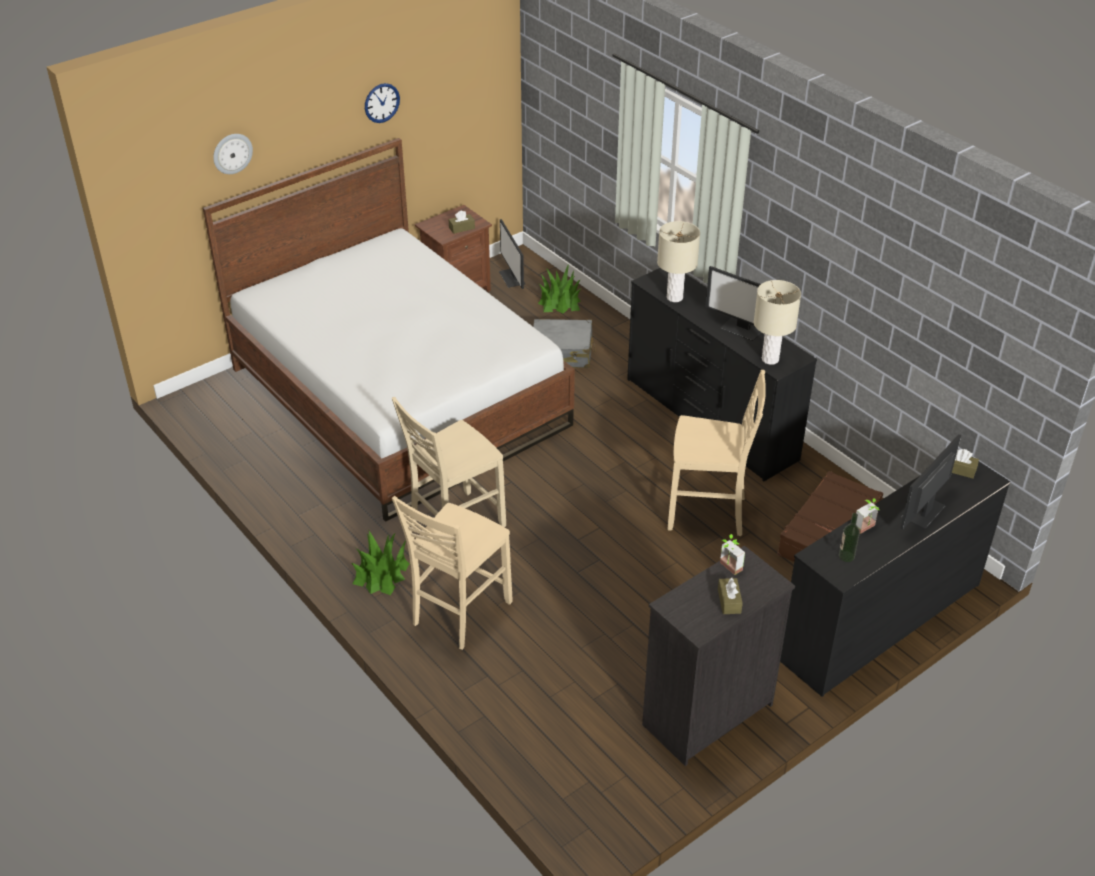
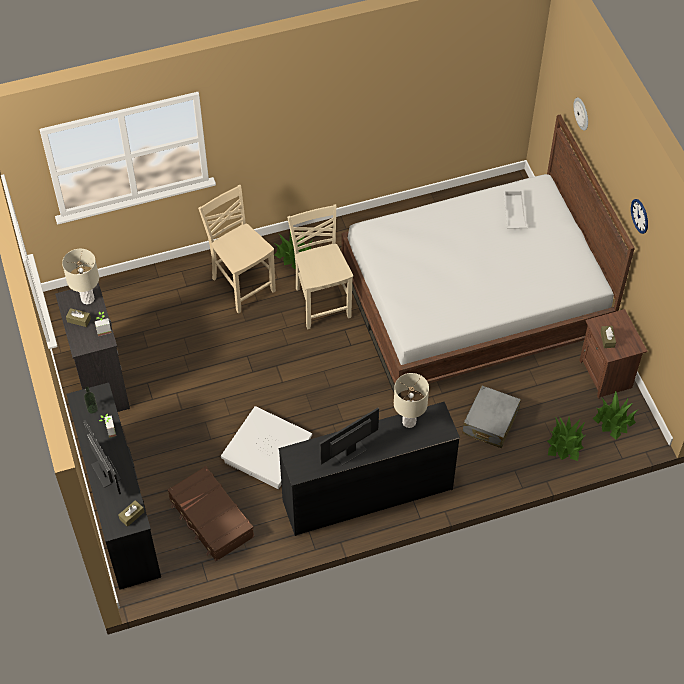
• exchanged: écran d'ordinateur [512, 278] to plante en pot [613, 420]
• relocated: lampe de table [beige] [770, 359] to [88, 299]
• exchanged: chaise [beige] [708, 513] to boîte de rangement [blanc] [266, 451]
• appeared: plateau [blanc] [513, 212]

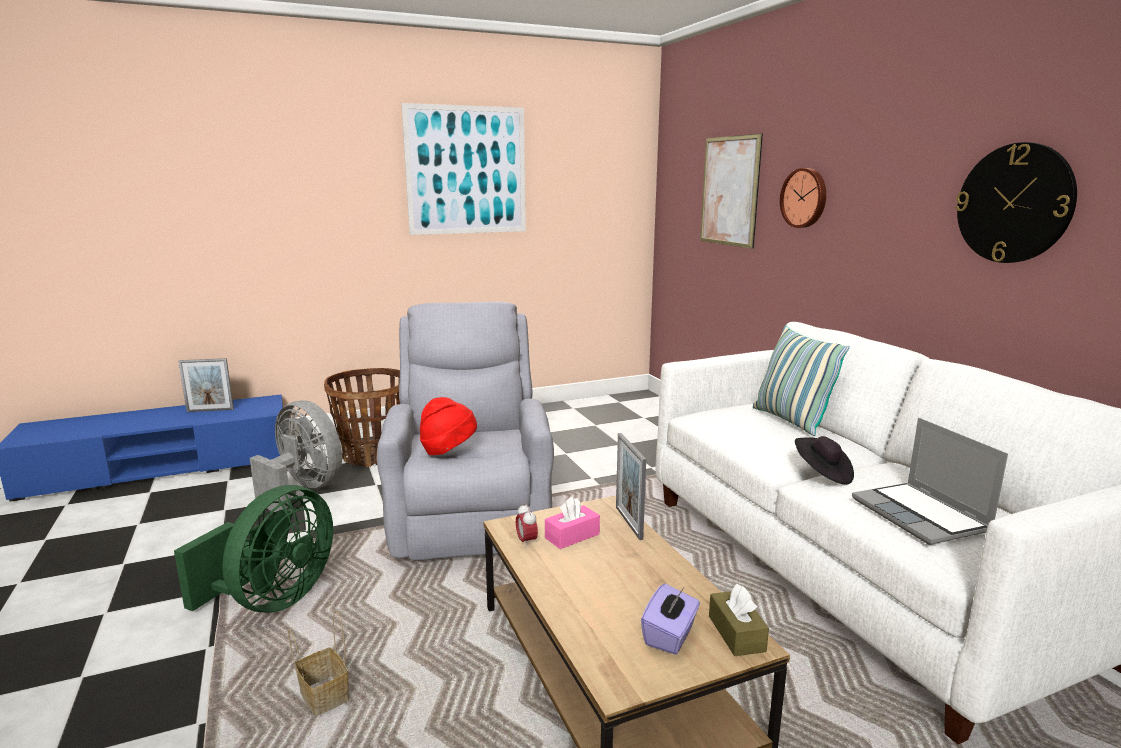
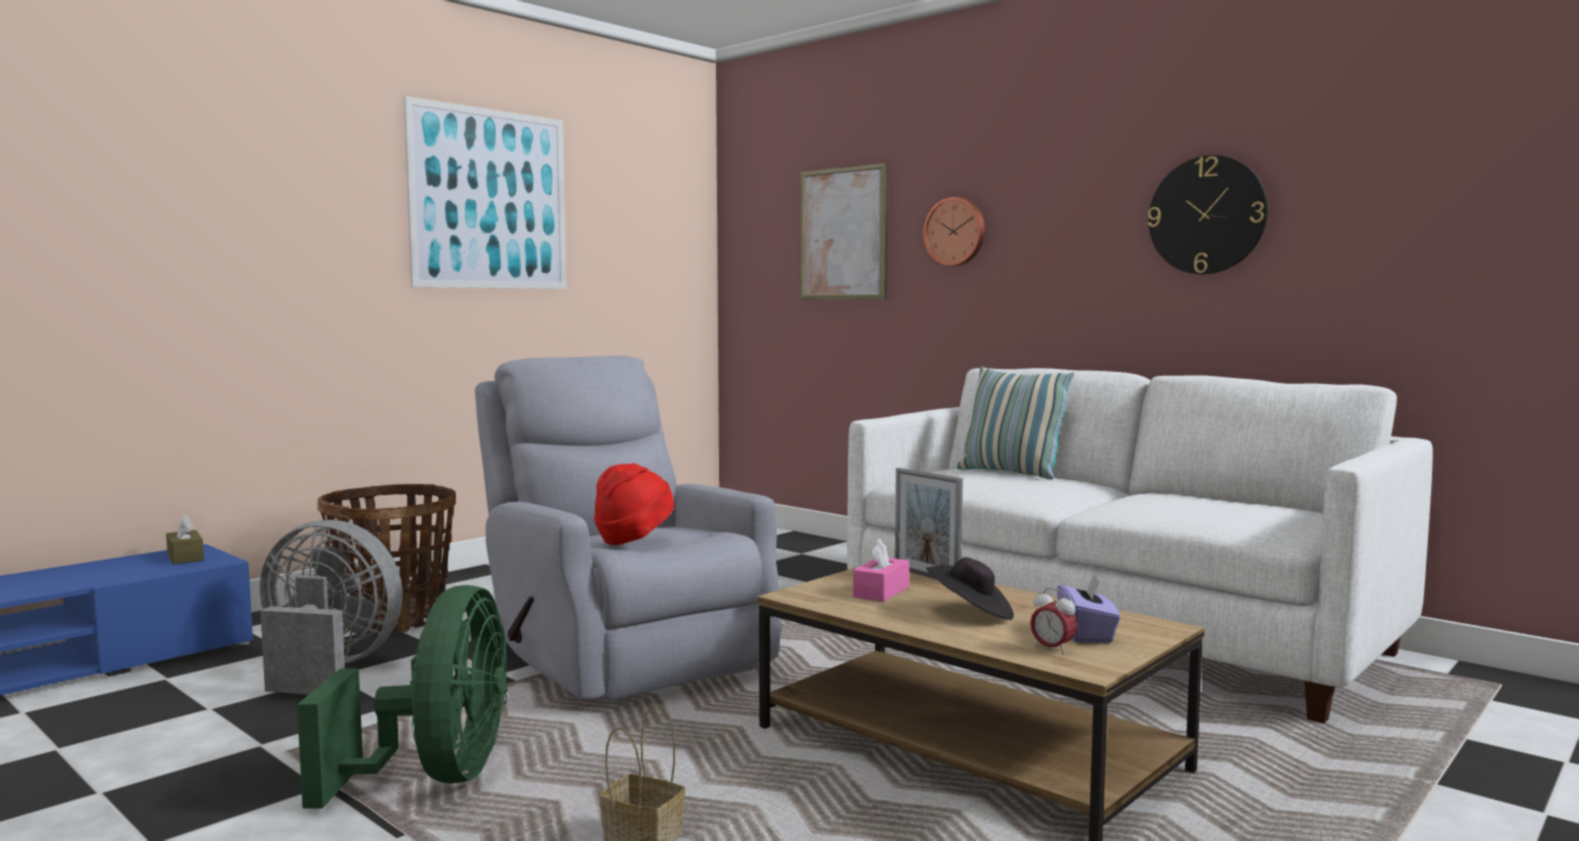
• missing: cadre photo [210, 410]
• missing: ordinateur portable [921, 516]
• relocated: chapeau [noir] [822, 474] to [971, 613]
• relocated: réveil [526, 542] to [1052, 649]
• relocated: boîte à mouchoirs [marron] [736, 633] to [185, 557]

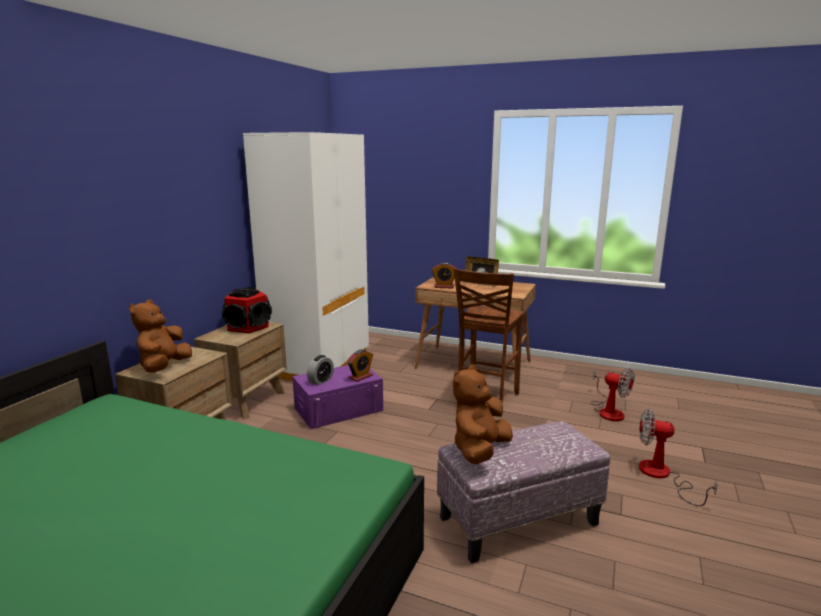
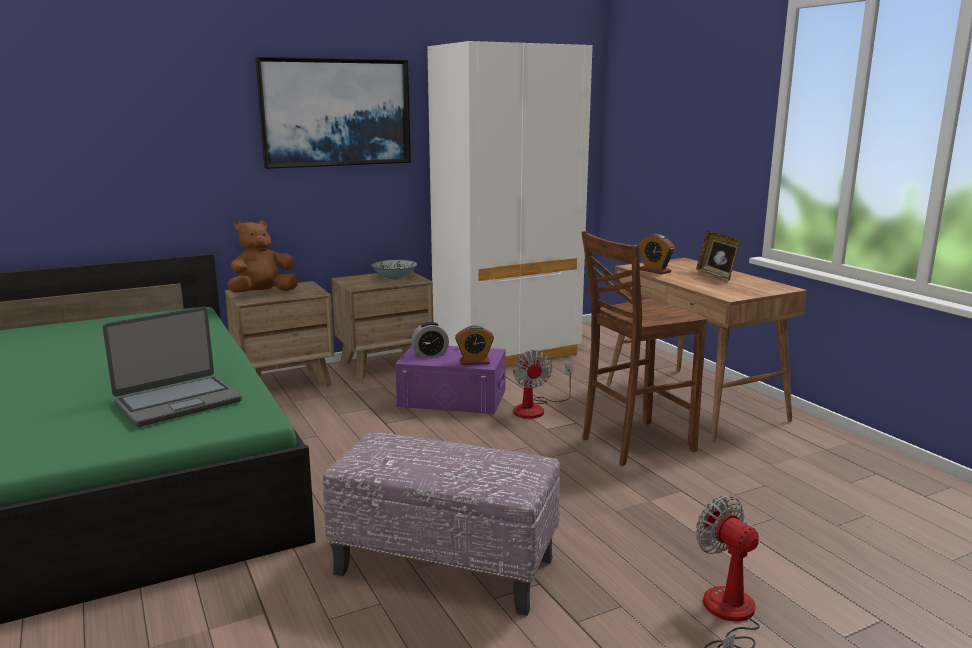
• exchanged: enceinte [248, 327] to bol [395, 278]
• missing: peluche [marron] [480, 450]
• relocated: ventilateur [608, 411] to [536, 408]
• appeared: tableau [336, 112]
• appeared: ordinateur portable [177, 402]

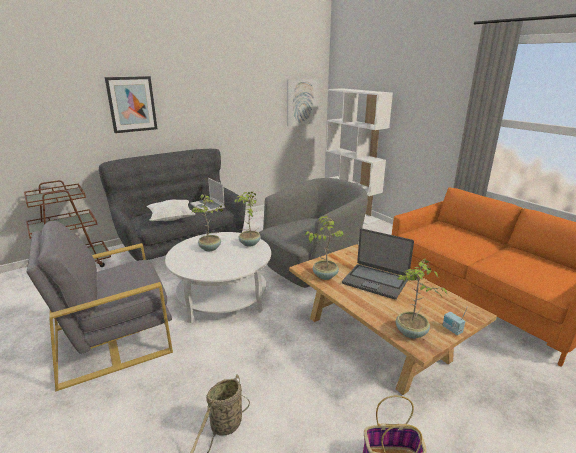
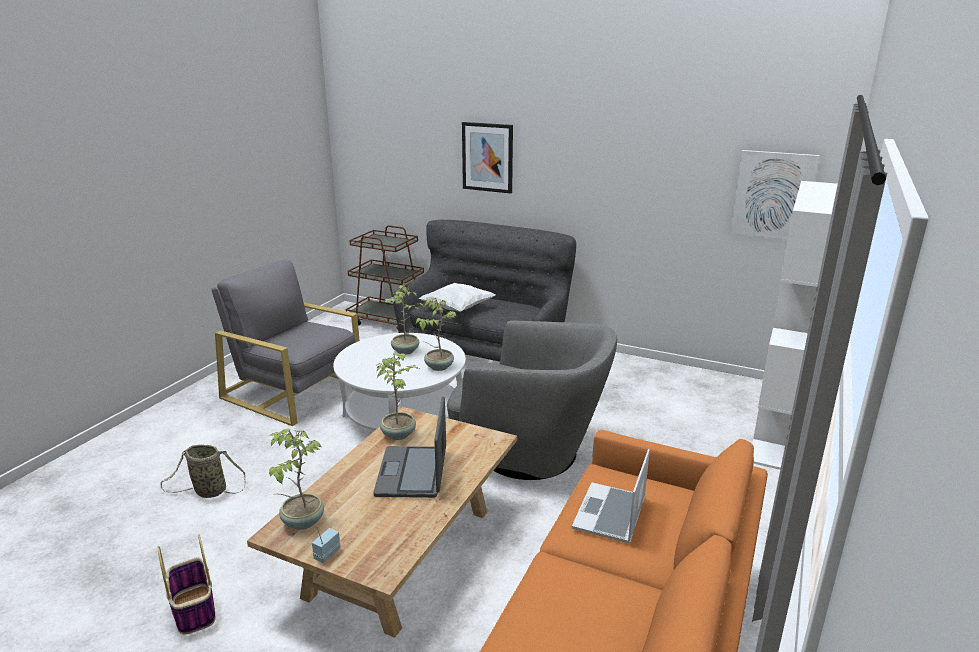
• relocated: ordinateur portable [208, 206] to [610, 515]

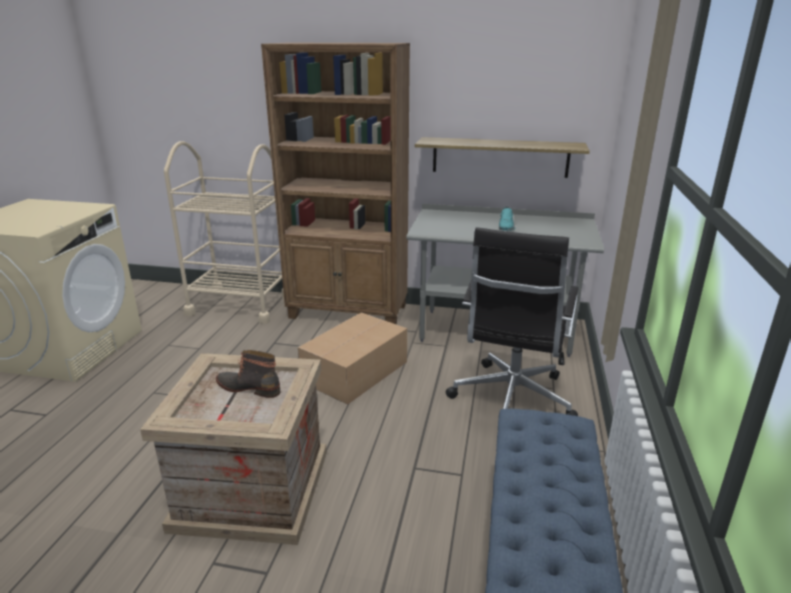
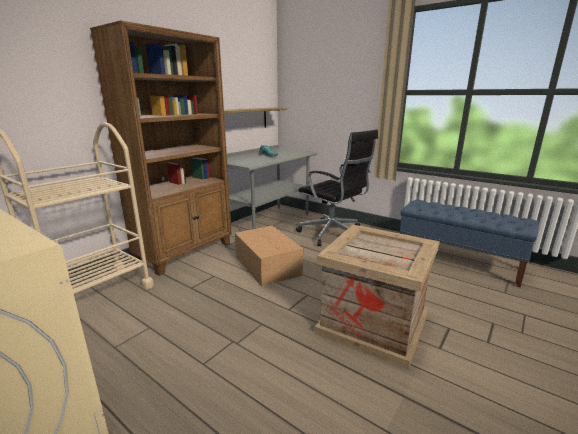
• missing: botte [249, 387]

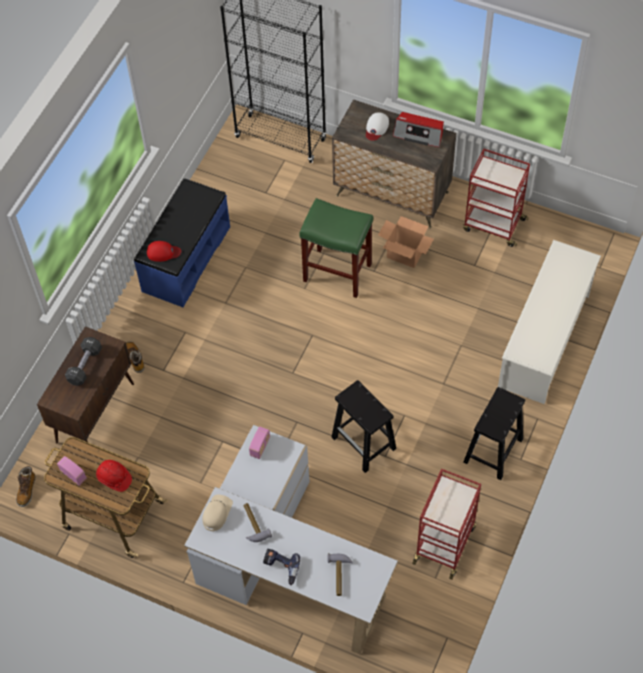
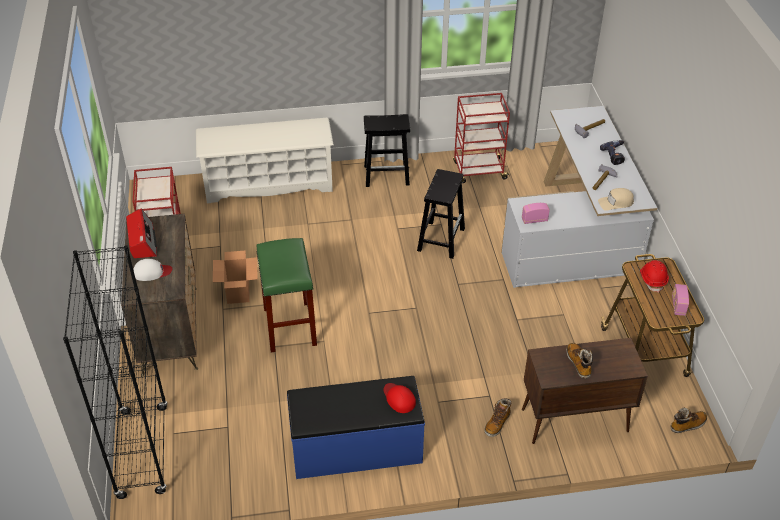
• exchanged: haltère [noir] [85, 365] to botte [578, 363]

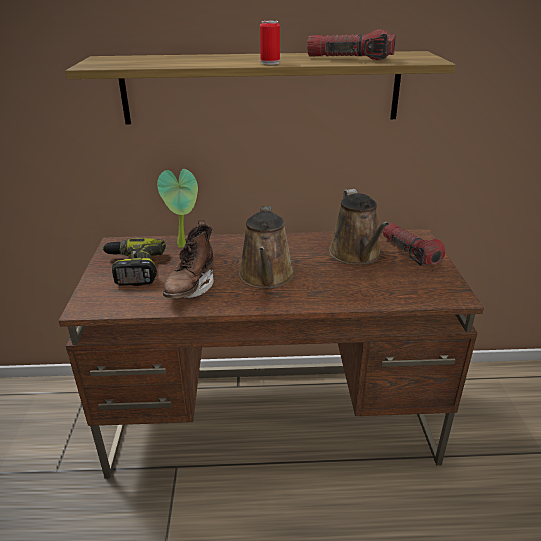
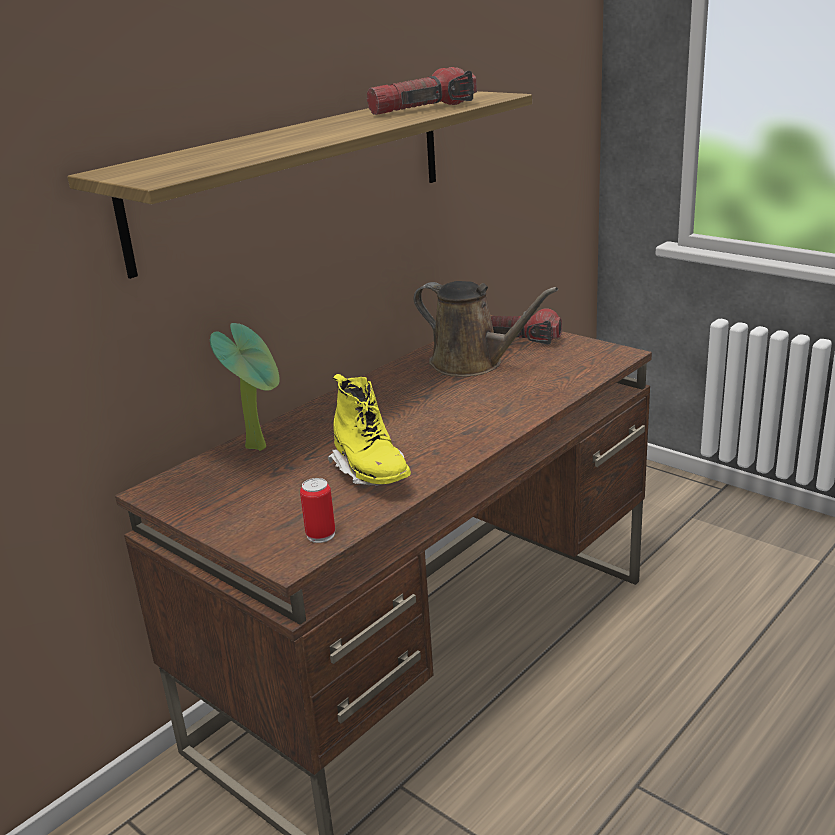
• relocated: boîte métallique [270, 63] to [320, 535]
• missing: arrosoir [marron] [266, 277]
• colour: botte [marron] [191, 287] to botte [jaune] [371, 473]
• missing: perceuse [132, 269]

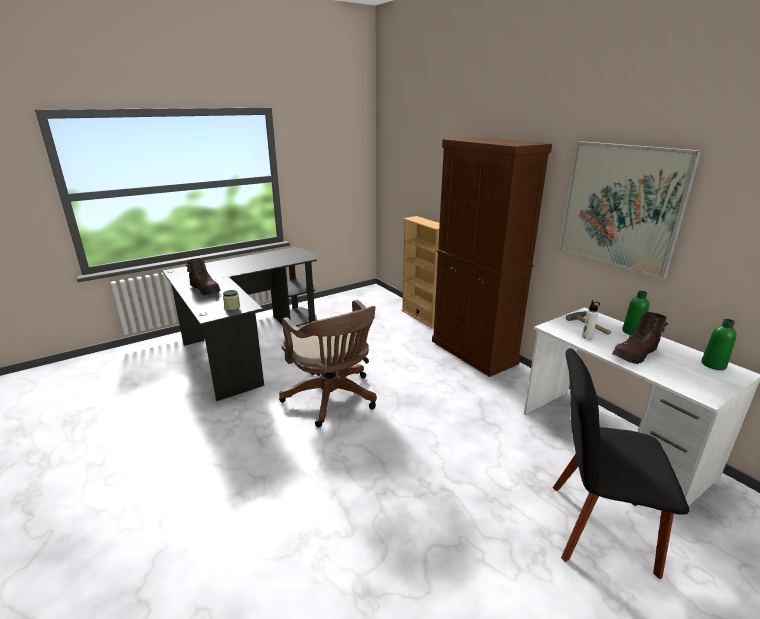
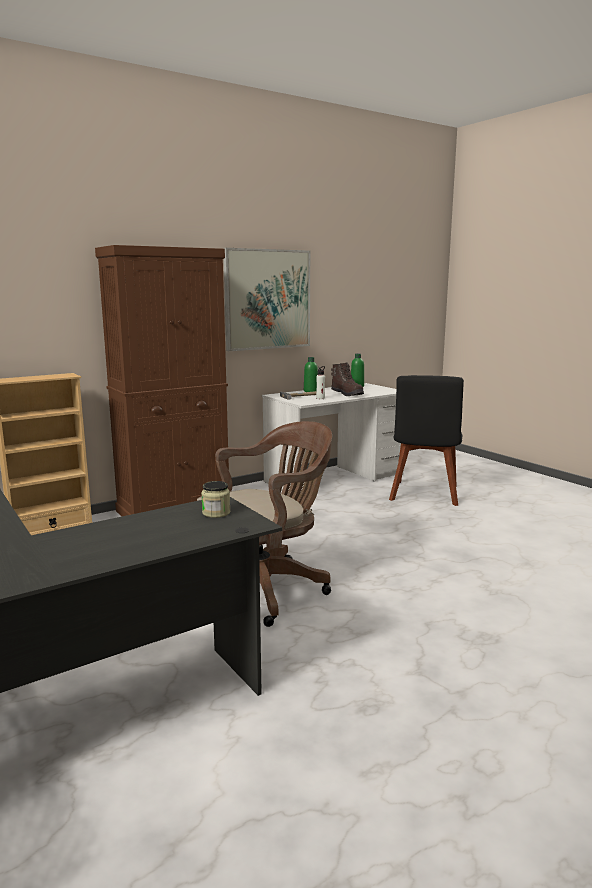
• missing: botte [marron] [205, 290]

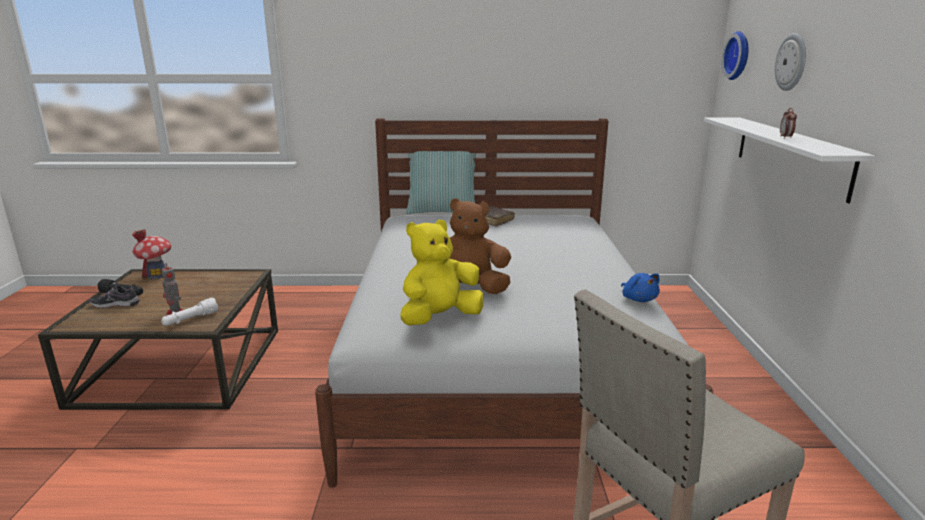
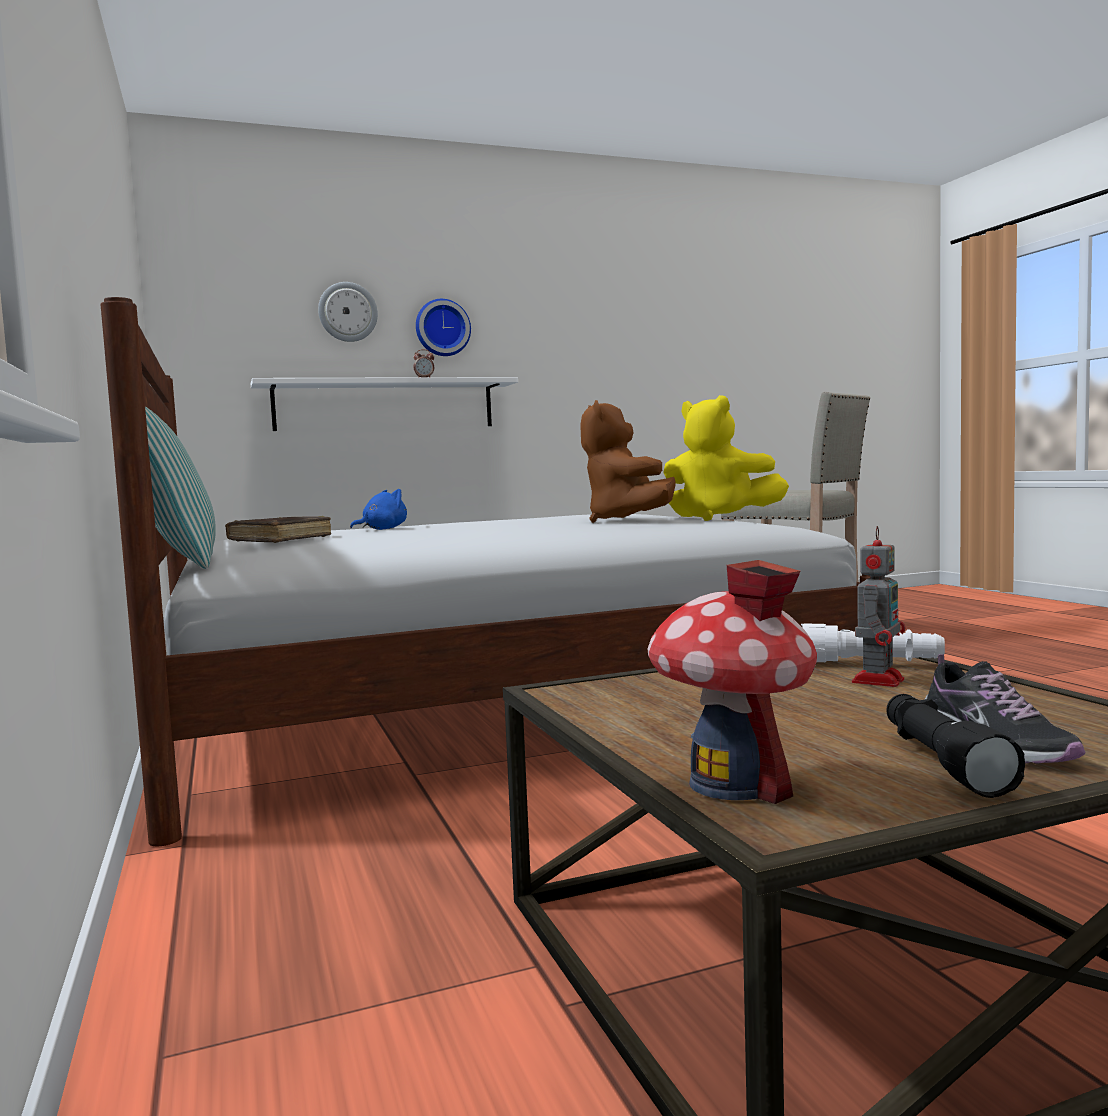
• relocated: horloge murale [739, 56] to [442, 328]
• relocated: peluche [bleu] [638, 299] to [382, 529]

